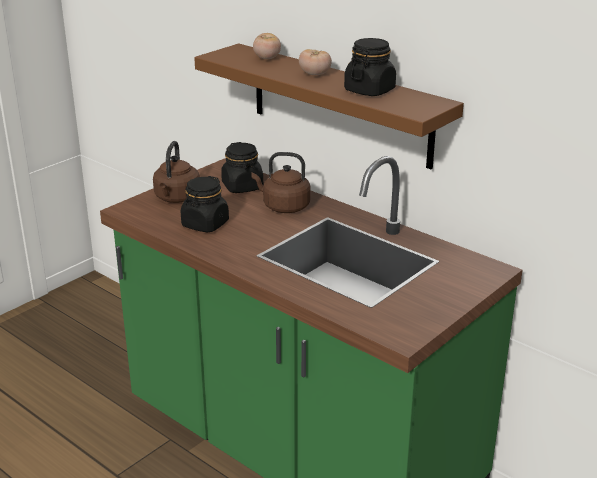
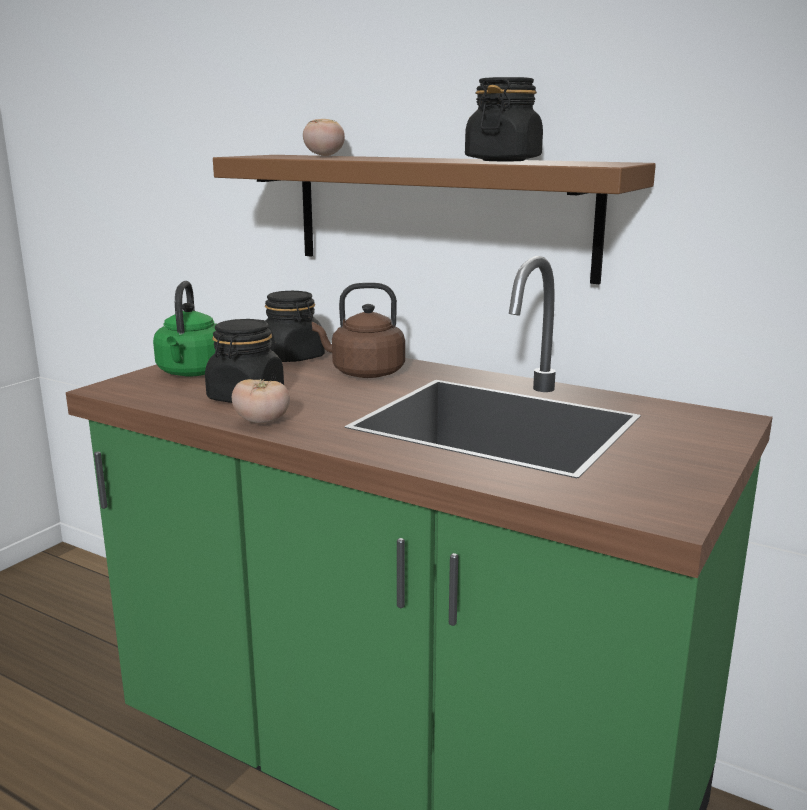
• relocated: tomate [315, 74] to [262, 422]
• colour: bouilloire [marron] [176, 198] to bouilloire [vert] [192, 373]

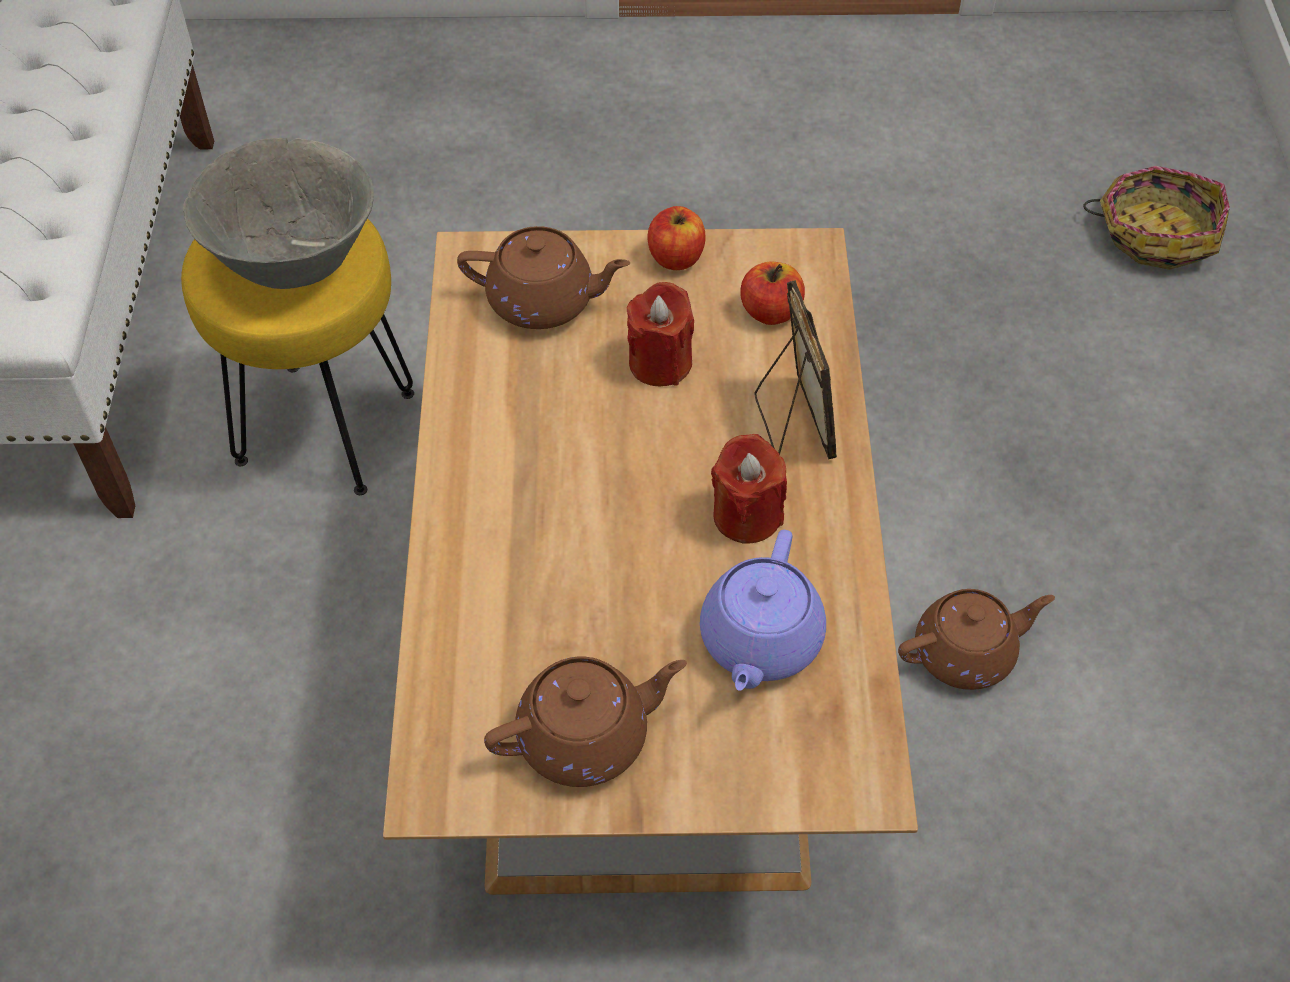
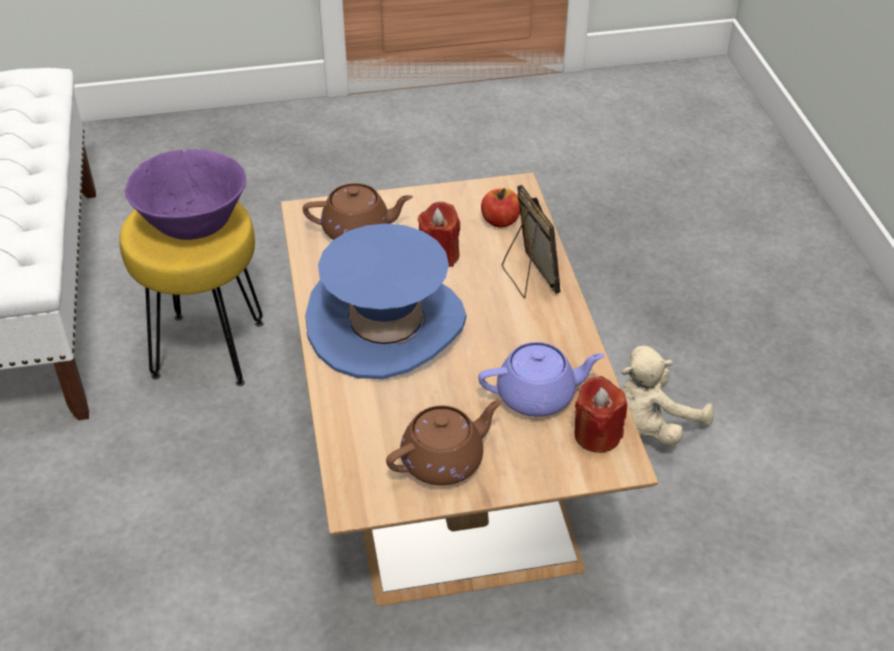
• colour: bol [gris] [294, 261] to bol [violet] [193, 226]
• missing: panier [1156, 233]
• missing: pomme [676, 257]
• relocated: bougie [rouge] [746, 515] to [597, 435]
• spun: théière [violet] [759, 641] = [538, 395] 105 degrees counterclockwise
• exchanged: théière [marron] [966, 653] to peluche [beige] [651, 425]
• appeared: chapeau [bleu] [386, 324]

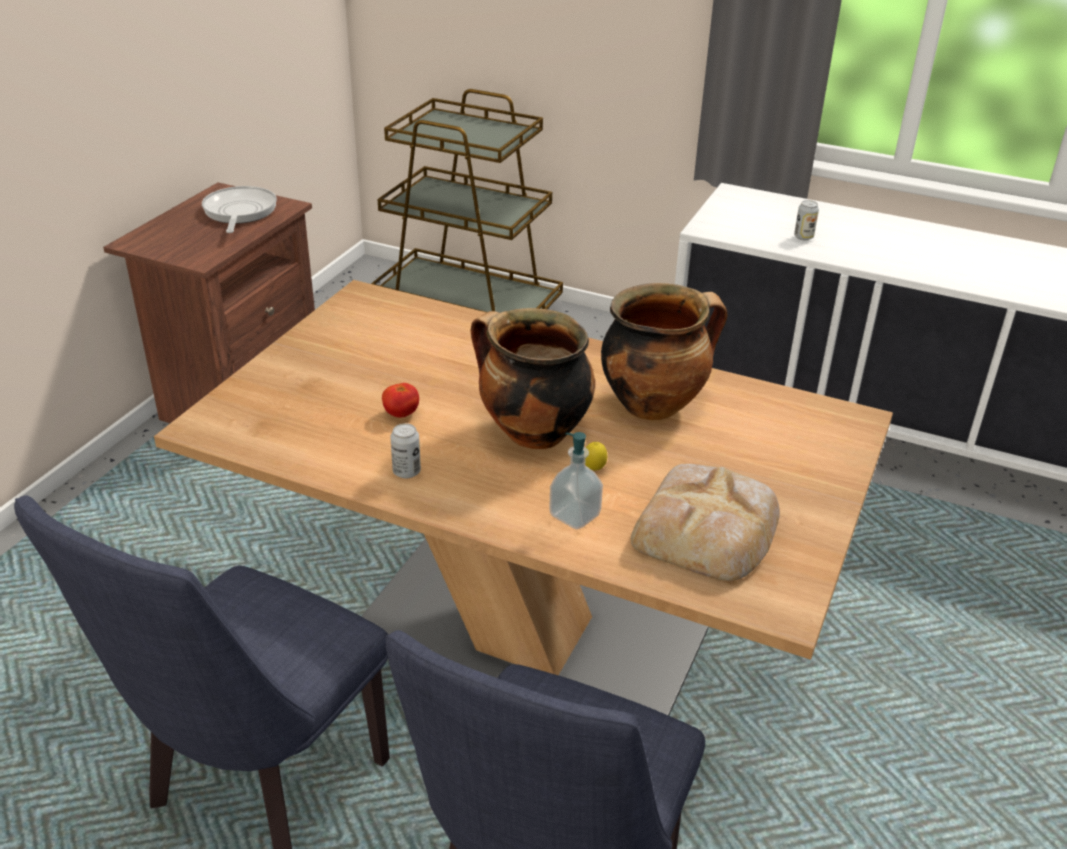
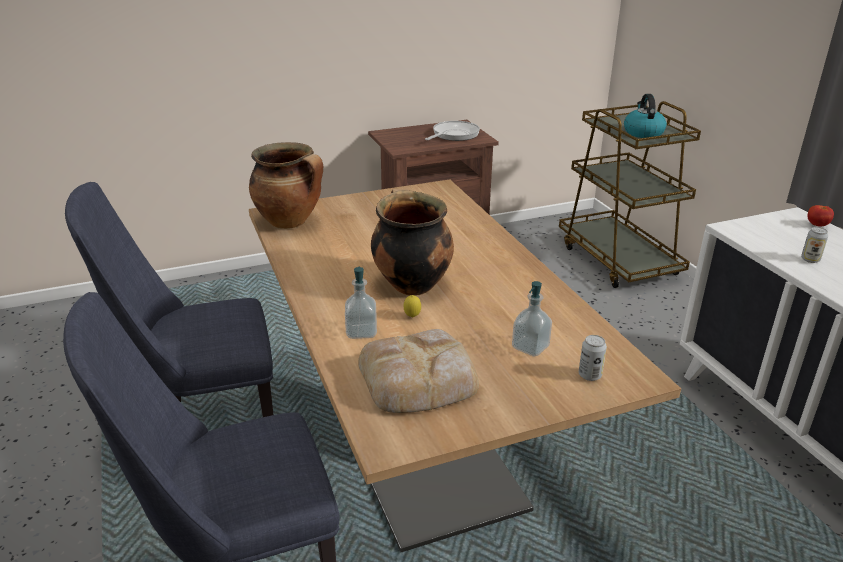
• relocated: marmite [654, 405] to [290, 222]
• relocated: tomate [401, 414] to [817, 225]
• relocated: boîte métallique [406, 472] to [590, 375]
• appeared: bouilloire [643, 132]
• appeared: distributeur de savon [530, 347]

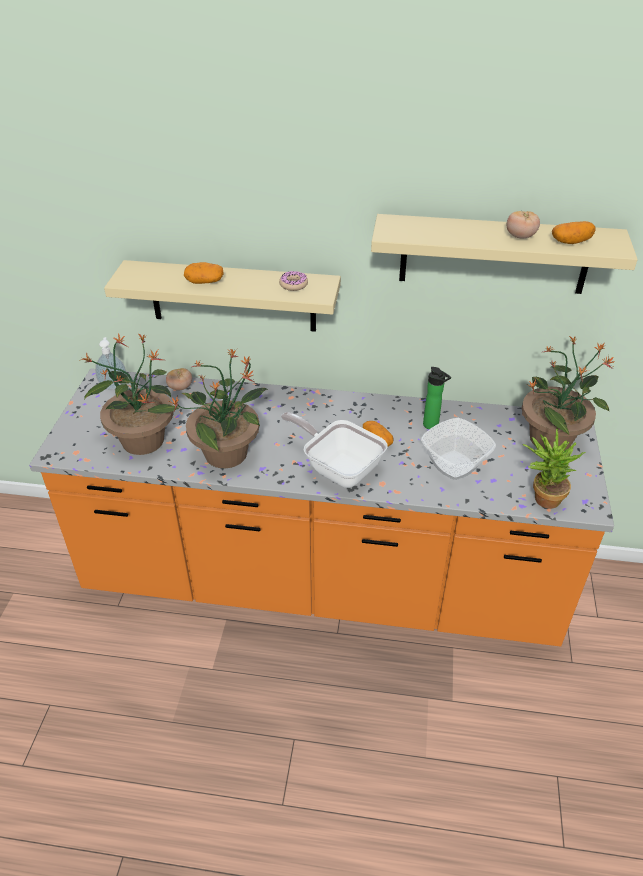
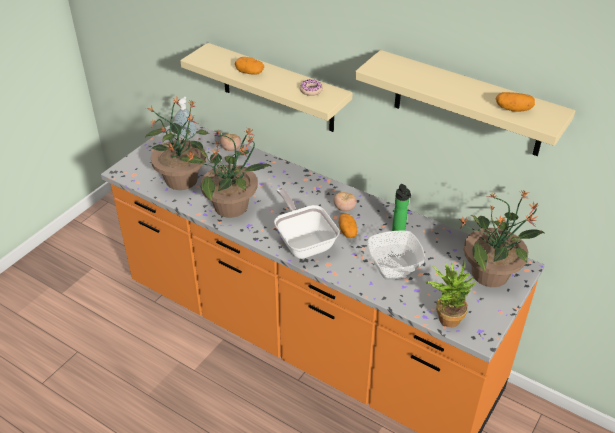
• relocated: tomate [520, 237] to [344, 208]

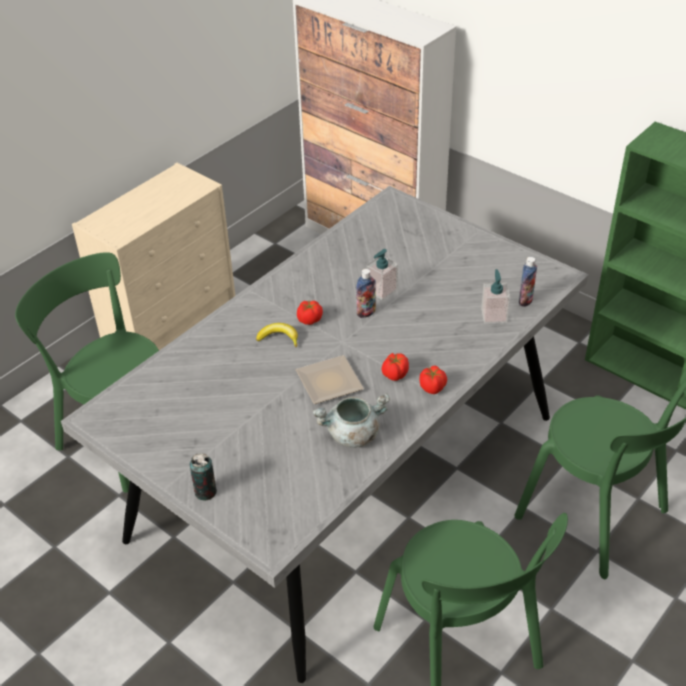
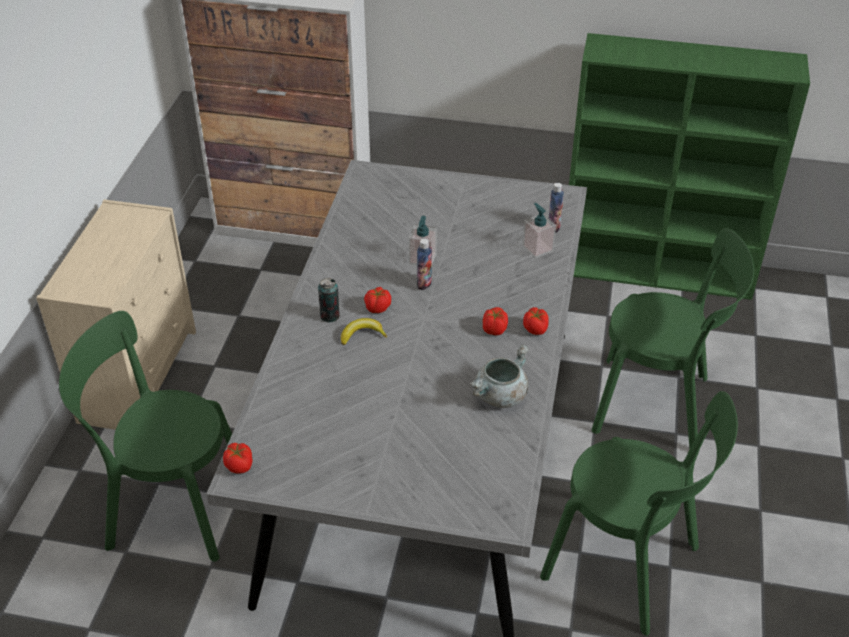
• missing: assiette [330, 380]
• relocated: boîte métallique [205, 492] to [330, 316]
• appeared: tomate [239, 466]

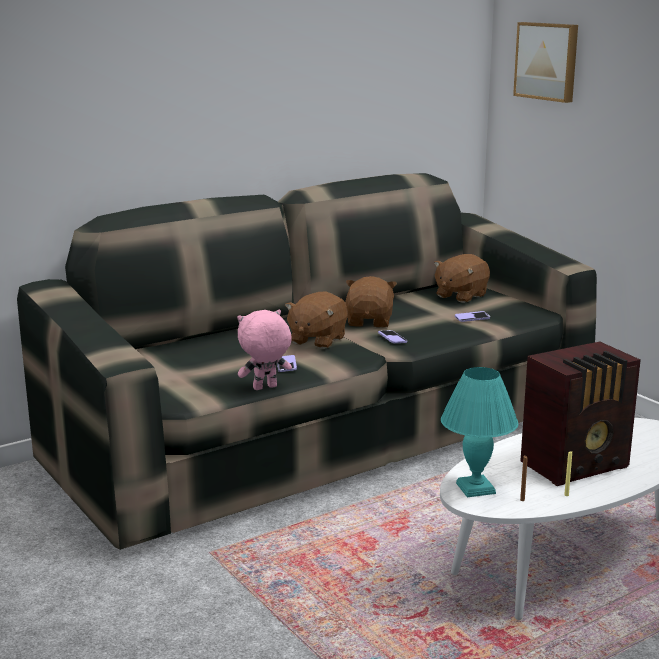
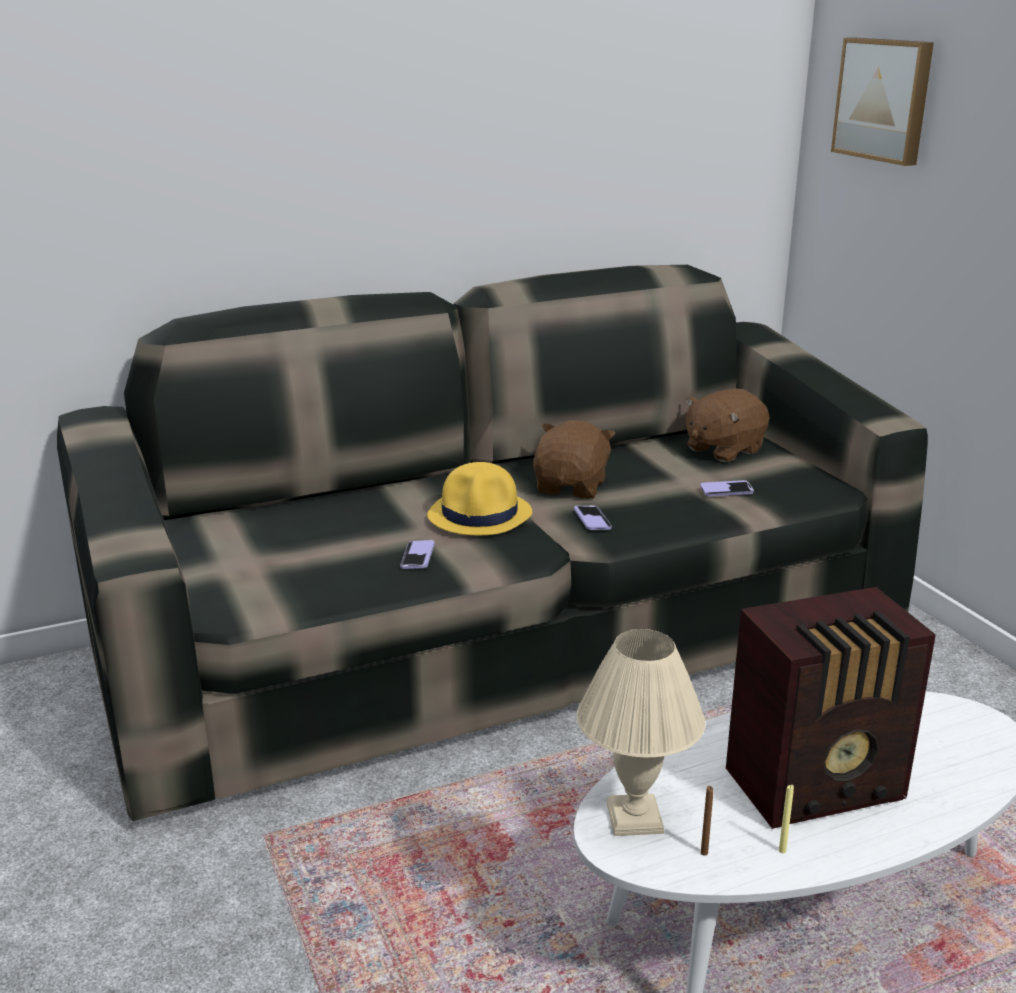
• exchanged: peluche [marron] [317, 340] to chapeau [jaune] [480, 515]
• missing: peluche [rose] [265, 388]
• colour: lampe de table [turquoise] [475, 489] to lampe de table [beige] [633, 818]

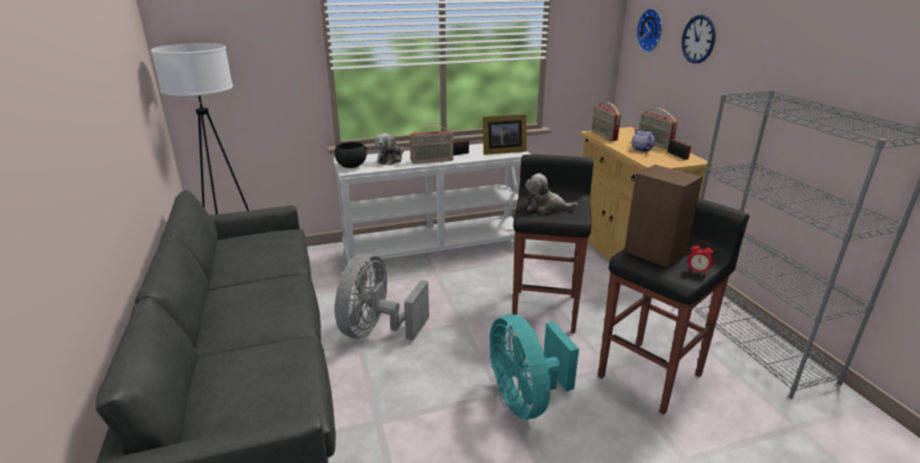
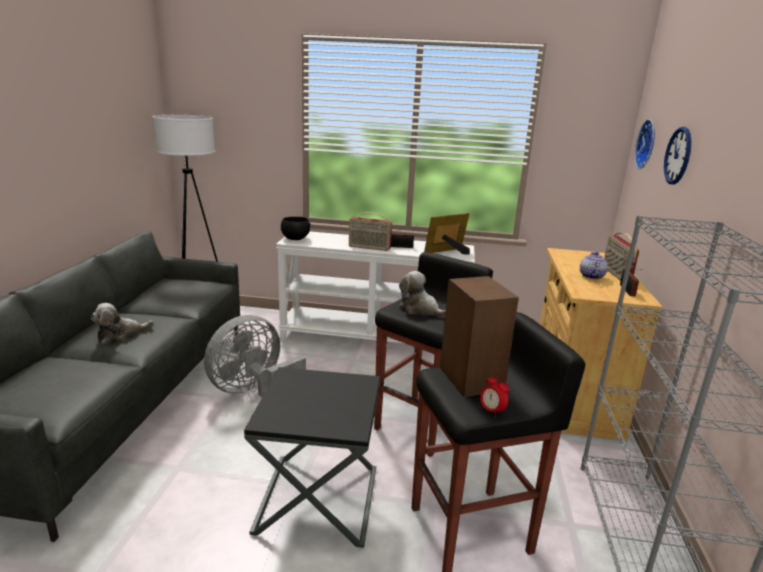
• missing: radio [603, 136]
• spun: cadre photo [502, 151] = [447, 252] 135 degrees clockwise
• relocated: peluche [391, 159] to [121, 335]
• exchanged: ventilateur [turquoise] [525, 399] to table d'appoint [noir] [318, 500]

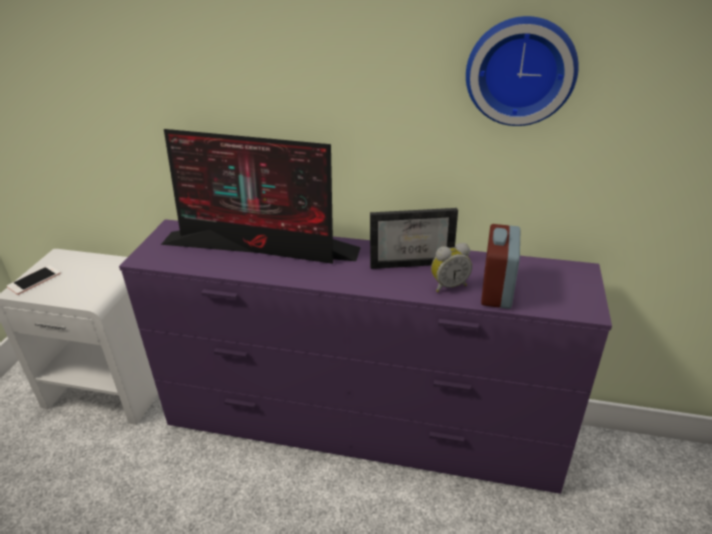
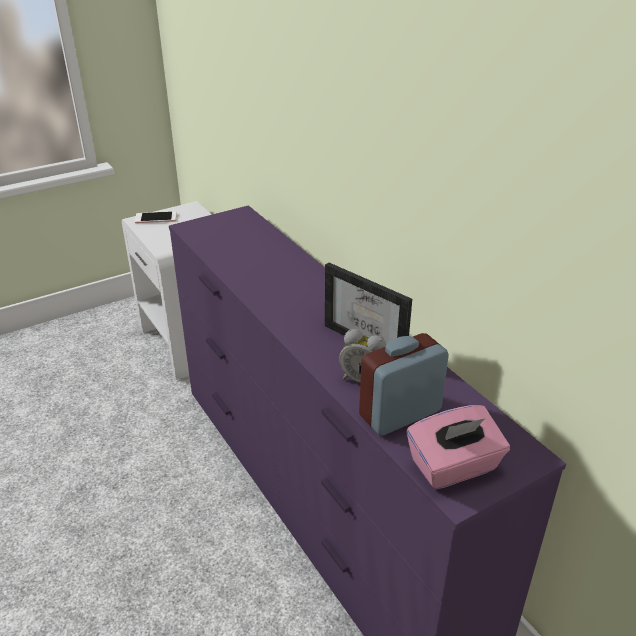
• missing: horloge murale [520, 70]
• missing: écran d'ordinateur [262, 246]
• appeared: boîte à mouchoirs [rose] [454, 467]

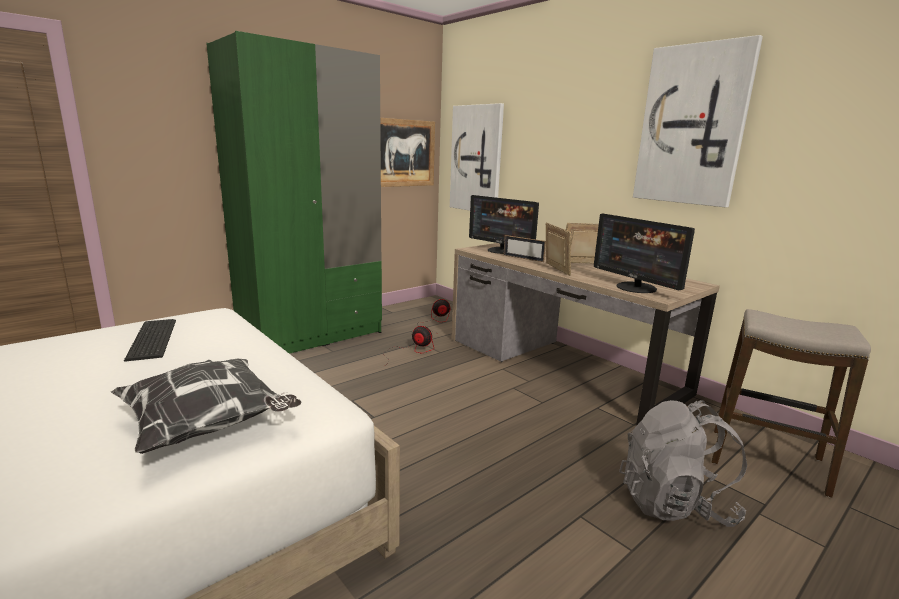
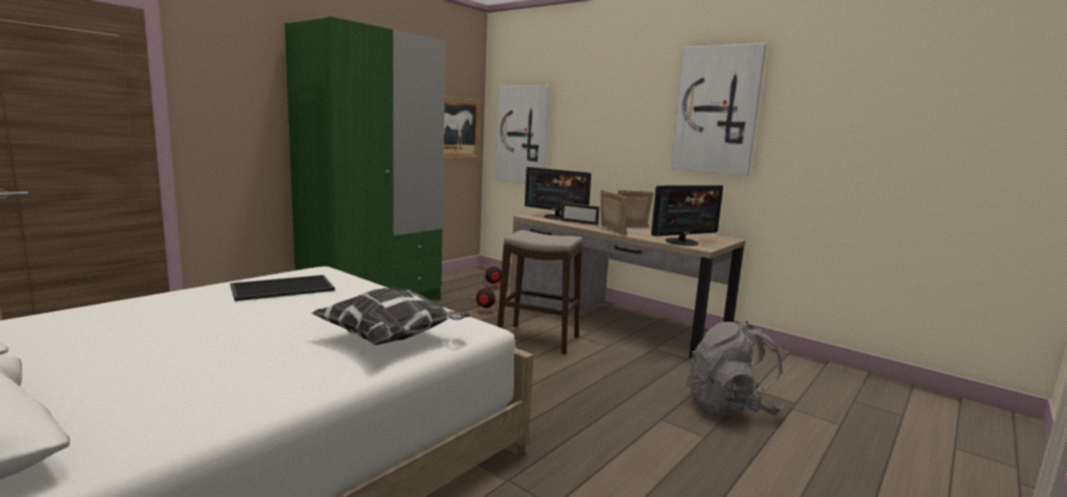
• spun: écran d'ordinateur [636, 288] = [682, 242] 75 degrees counterclockwise
• relocated: tabouret [767, 461] to [538, 340]
• exchanged: clavier [150, 340] to plateau [282, 289]

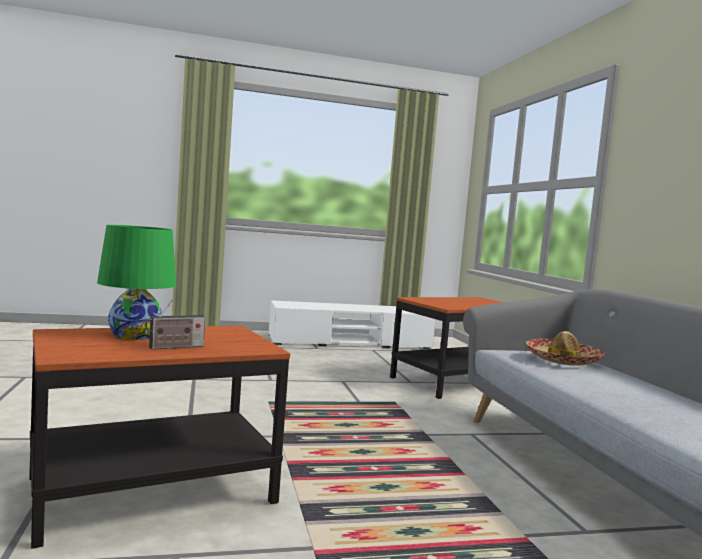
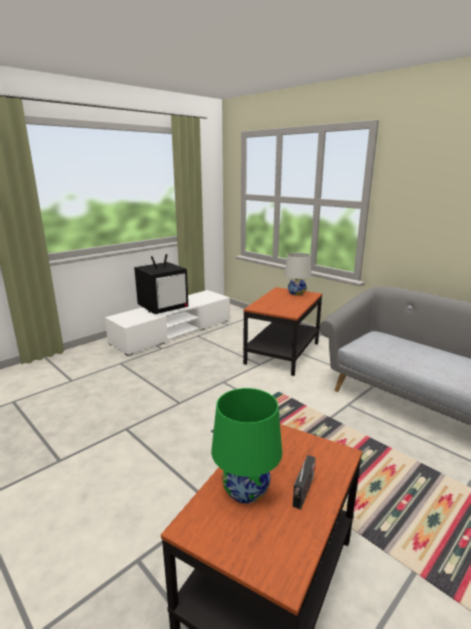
• missing: chapeau [563, 360]
• appeared: lampe de table [blanc] [296, 293]
• appeared: téléviseur [163, 308]

